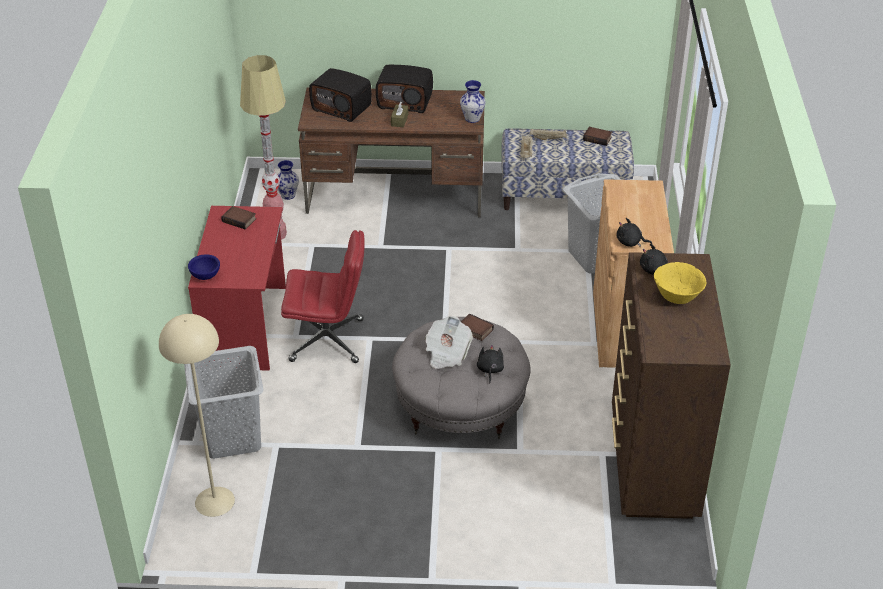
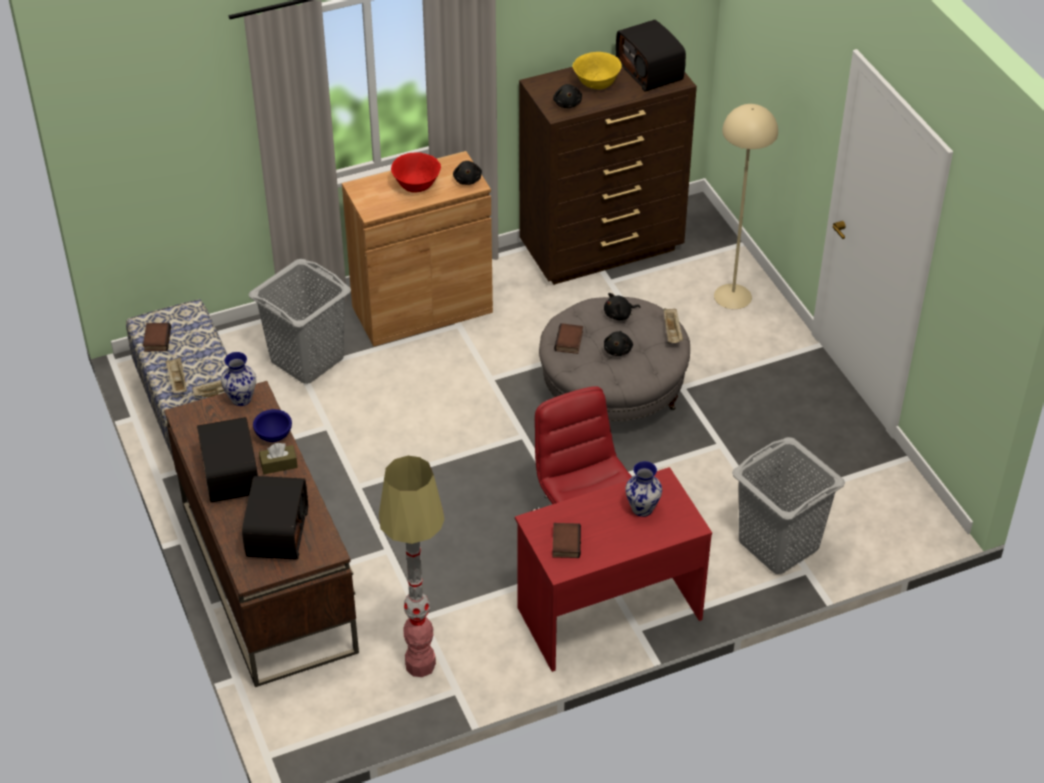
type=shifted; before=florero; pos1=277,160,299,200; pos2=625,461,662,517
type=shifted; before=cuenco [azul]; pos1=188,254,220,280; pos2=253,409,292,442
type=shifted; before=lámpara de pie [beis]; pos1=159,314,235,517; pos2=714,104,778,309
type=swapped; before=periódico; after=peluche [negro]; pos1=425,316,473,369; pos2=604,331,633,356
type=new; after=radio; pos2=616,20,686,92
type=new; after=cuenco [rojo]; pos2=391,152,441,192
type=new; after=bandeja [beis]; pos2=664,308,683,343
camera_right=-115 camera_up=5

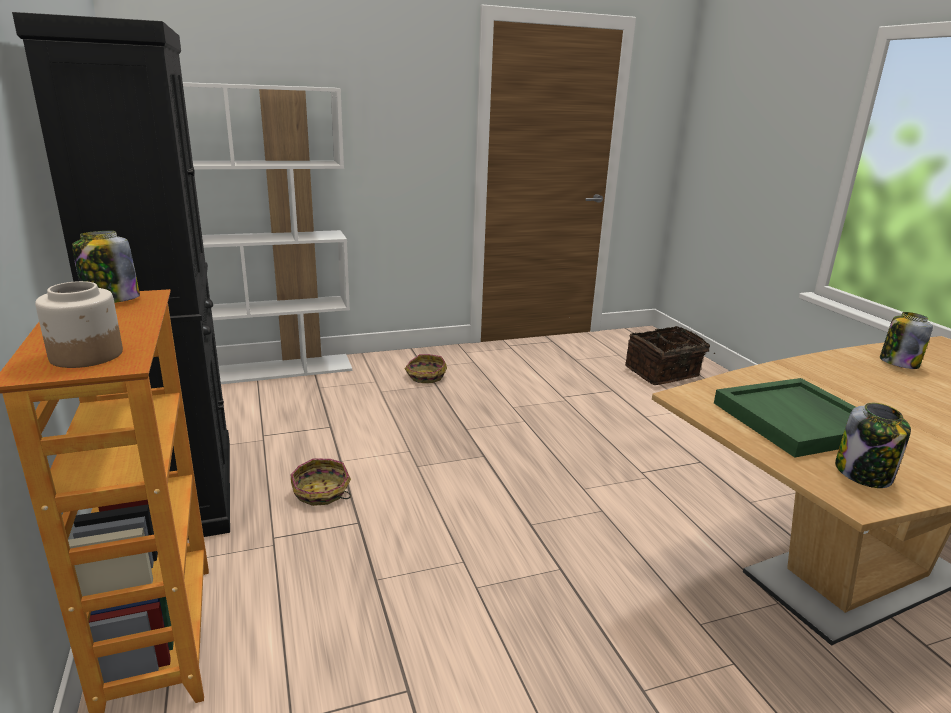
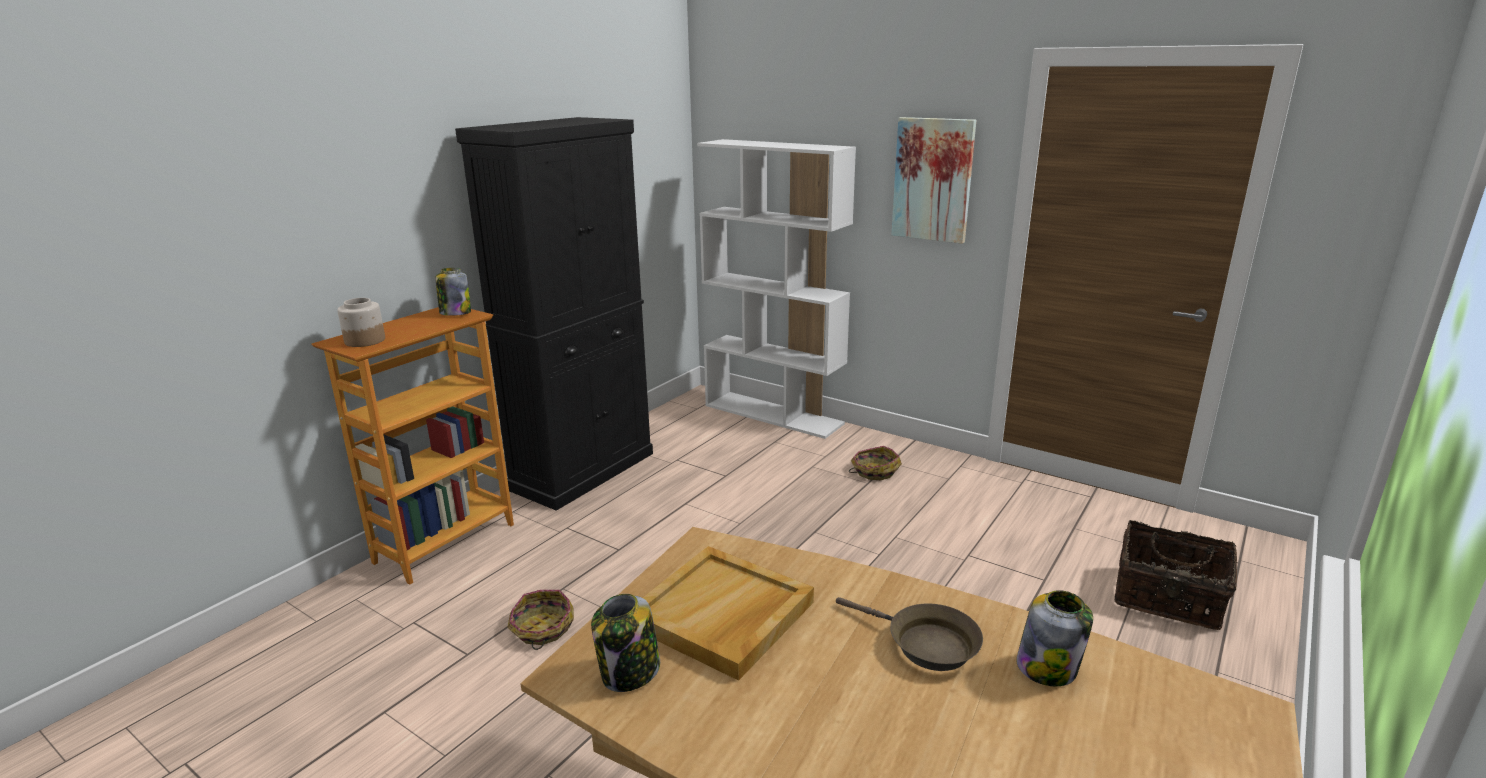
type=repainted; before=bandeja [verde]; after=bandeja [beis]; pos1=714,378,855,458; pos2=642,546,814,681
type=shifted; before=cesta; pos1=291,458,351,506; pos2=507,590,574,650
type=new; after=cuadro; pos2=891,117,976,244
type=new; after=sartén [marrón]; pos2=836,597,983,671
camera_right=55 camera_up=0

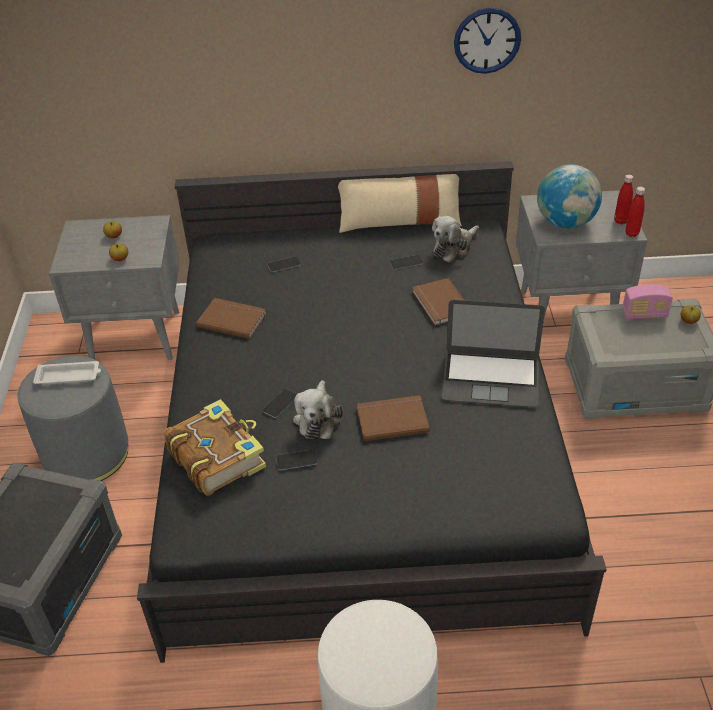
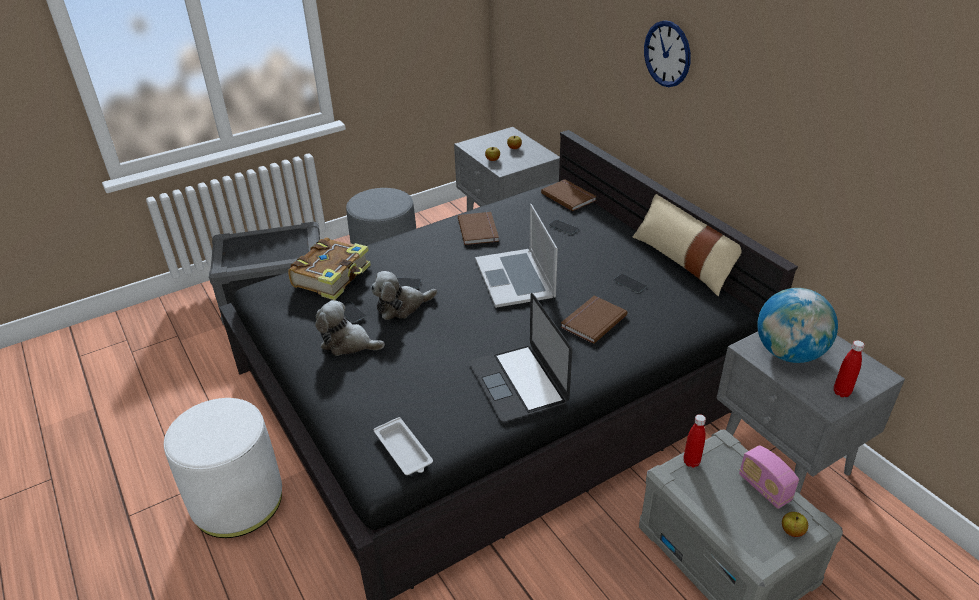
type=shifted; before=reloj de pared; pos1=454,8,521,74; pos2=644,20,691,87
type=shifted; before=botella [rojo]; pos1=625,187,645,237; pos2=683,414,706,468
type=shifted; before=peluche; pos1=432,216,479,262; pos2=315,300,385,356
type=shifted; before=bandeja [blanco]; pos1=33,361,101,384; pos2=374,417,433,475
type=shifted; before=libro [marrón]; pos1=357,395,430,441; pos2=541,179,596,211
type=new; after=portátil; pos2=475,204,558,308
camera_right=60 camera_up=-5

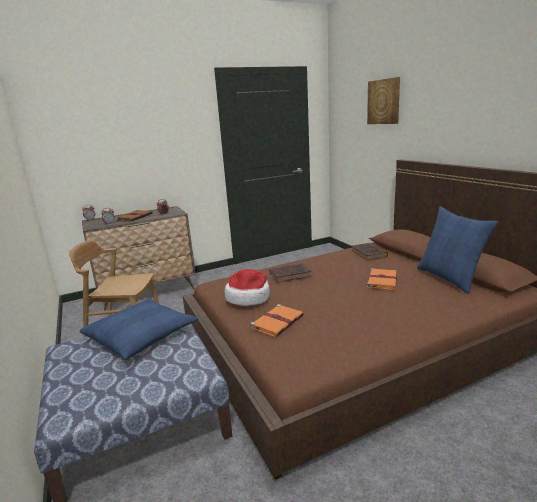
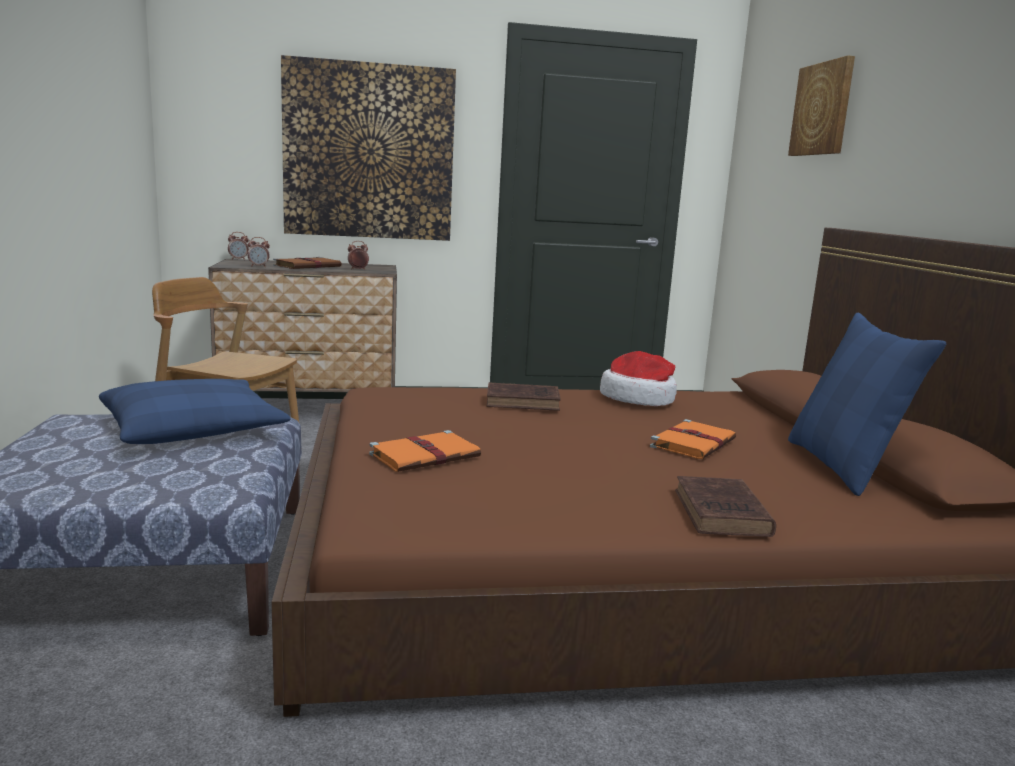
type=shifted; before=libro [marrón]; pos1=351,243,388,261; pos2=675,476,776,537
type=shifted; before=sombrero; pos1=225,269,270,306; pos2=600,351,677,406
type=new; after=cuadro; pos2=281,55,456,241
camera_right=15 camera_up=-5

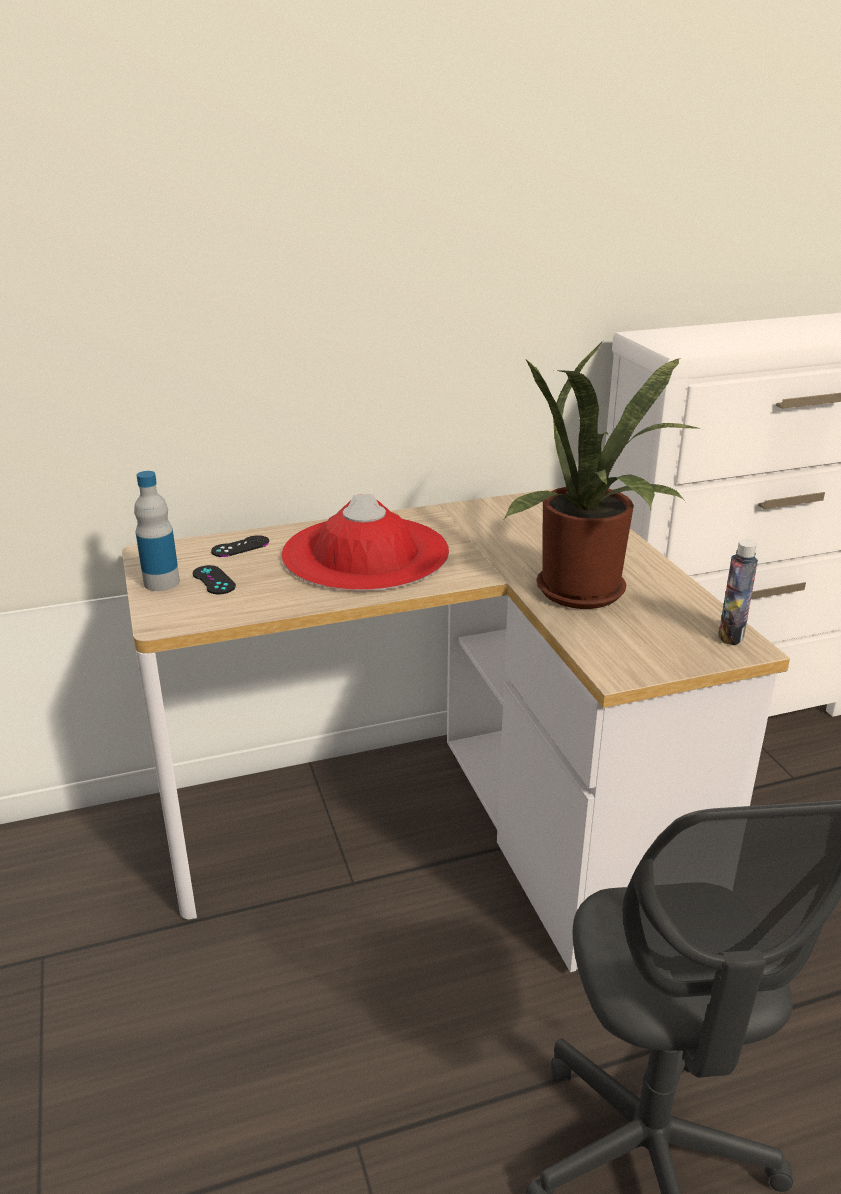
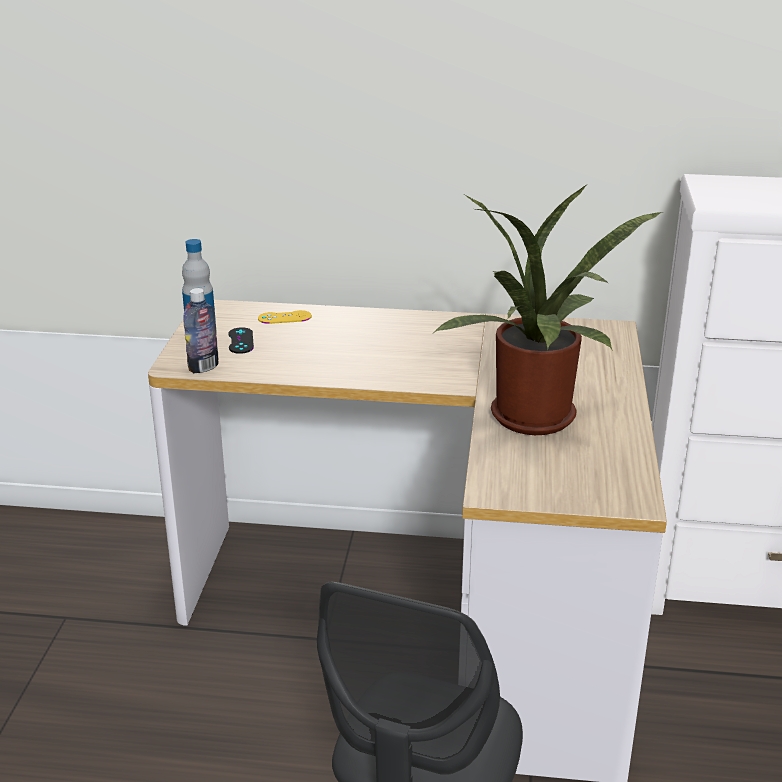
type=gone; before=sombrero [rojo]; pos1=281,494,449,591
type=repainted; before=mando de consola [negro]; after=mando de consola [amarillo]; pos1=211,535,269,557; pos2=258,310,312,324
type=shifted; before=botella; pos1=719,540,758,645; pos2=183,288,218,373
camera_right=25 camera_up=0

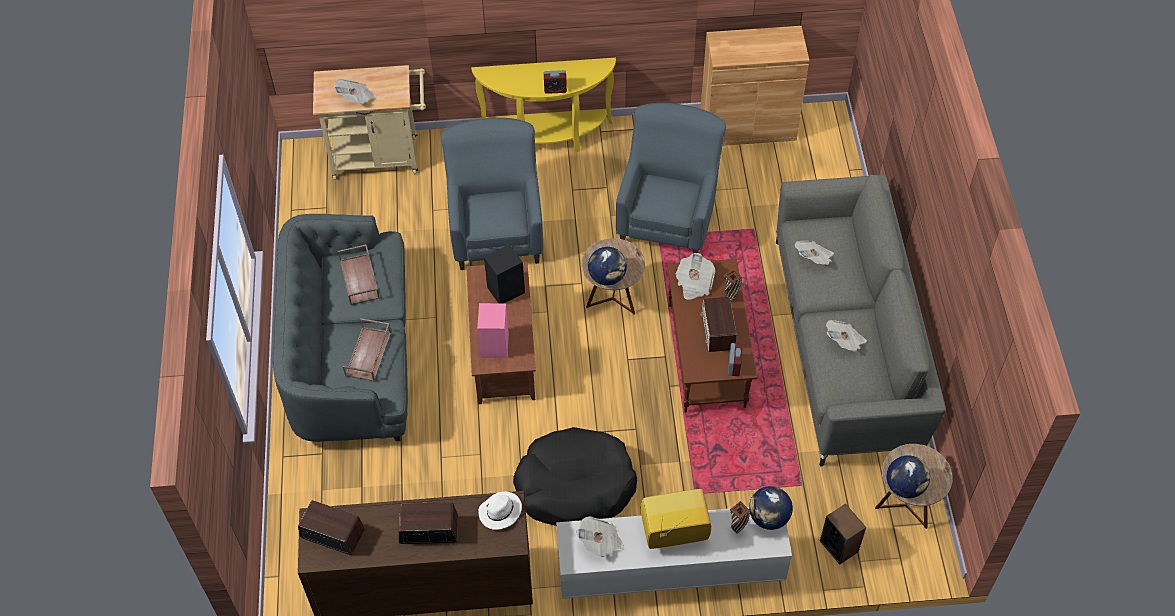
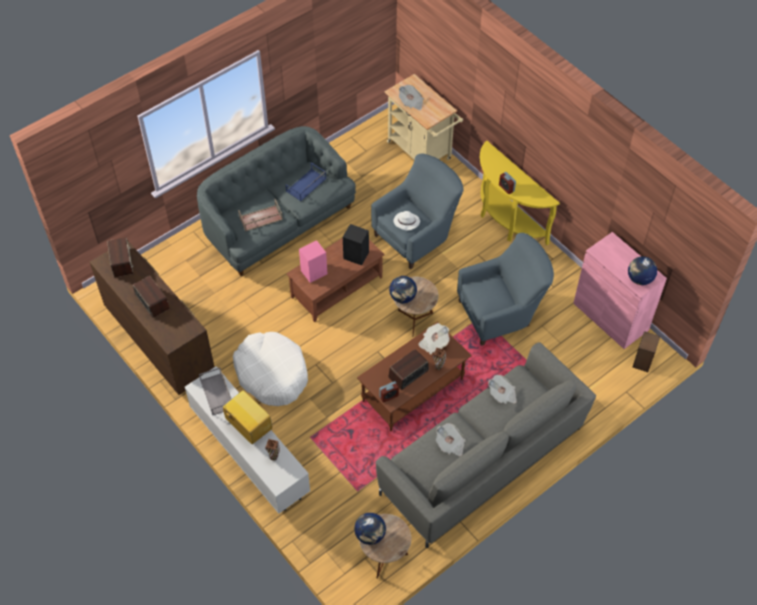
type=repainted; before=armario [marrón]; after=armario [rosa]; pos1=701,26,809,146; pos2=573,232,667,349
type=repainted; before=bandeja [marrón]; after=bandeja [azul]; pos1=338,244,380,305; pos2=286,162,326,201
type=repainted; before=cama para perro [negro]; after=cama para perro [blanco]; pos1=513,427,637,526; pos2=233,332,308,406
type=shifted; before=globo terráqueo; pos1=749,486,793,530; pos2=628,256,657,285
type=shifted; before=sombrero [blanco]; pos1=479,492,522,530; pos2=393,211,420,230
type=shifted; before=altavoz; pos1=820,503,866,564; pos2=633,331,660,372
type=swapped; before=periódico; after=bandeja [gris]; pos1=576,516,624,557; pos2=199,367,231,415
camera_right=55 camera_up=0

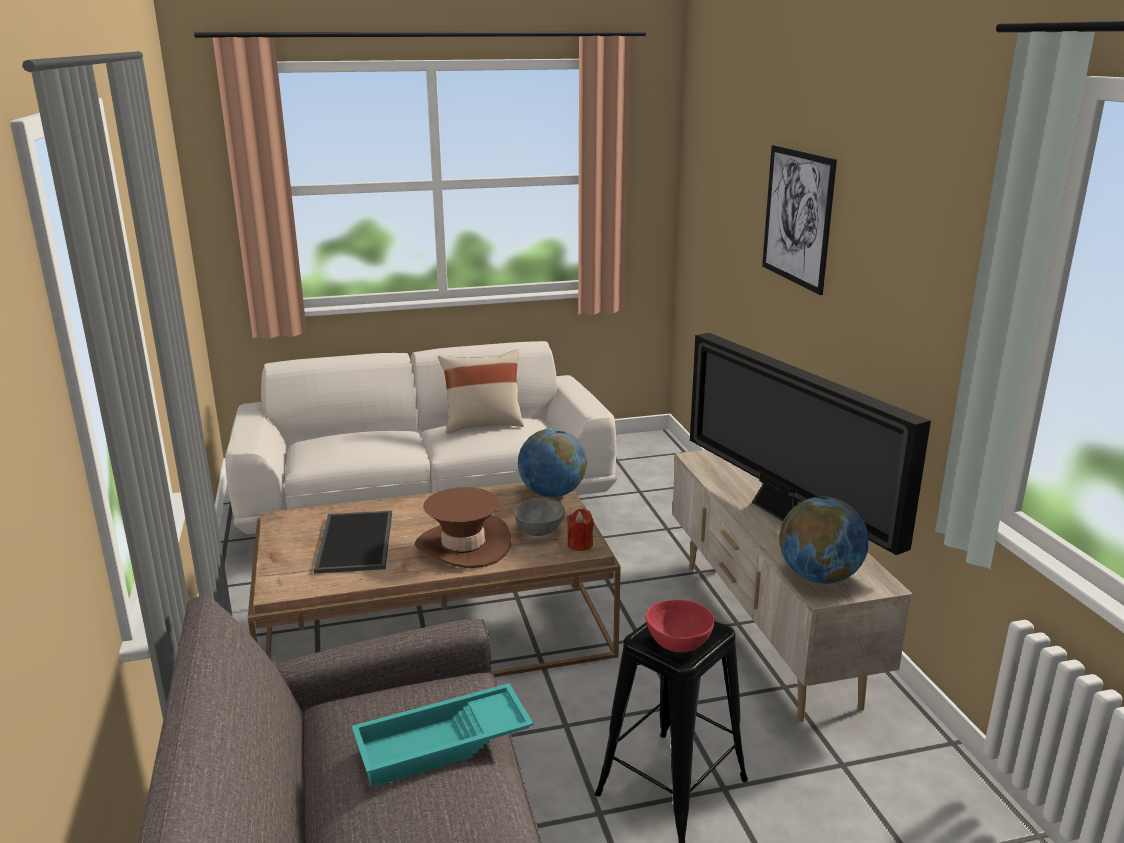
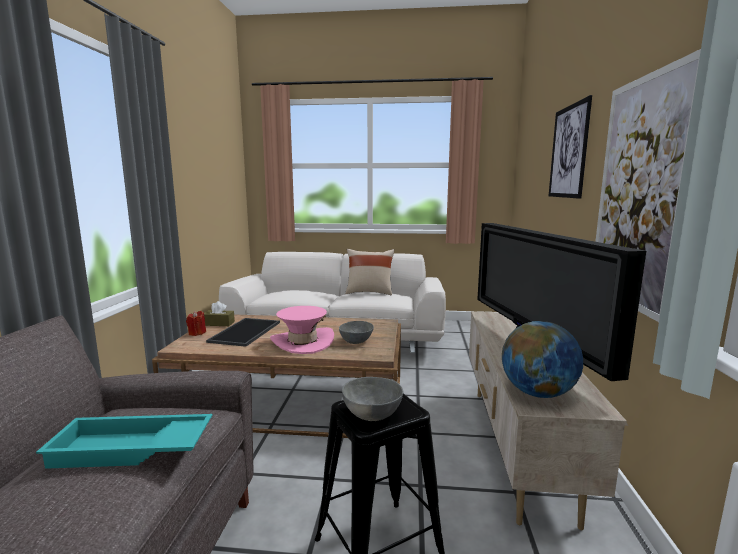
type=gone; before=globo terráqueo; pos1=518,428,587,497
type=repainted; before=sombrero [marrón]; after=sombrero [rosa]; pos1=415,487,511,568; pos2=270,306,334,354
type=shifted; before=vela [rojo]; pos1=567,509,594,551; pos2=186,311,206,336
type=repainted; before=cuenco [rojo]; after=cuenco [gris]; pos1=645,600,715,652; pos2=342,377,403,421
type=new; after=cuadro; pos2=595,49,701,322
type=new; after=caja de pañuelos [marrón]; pos2=204,301,235,326
camera_right=20 camera_up=-10

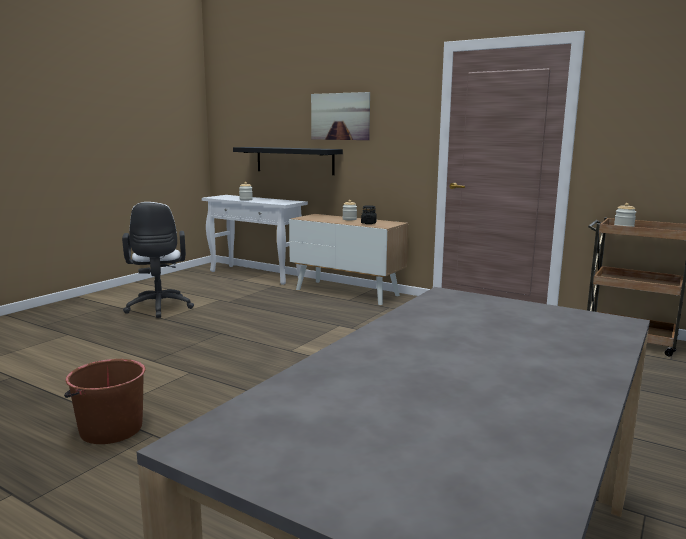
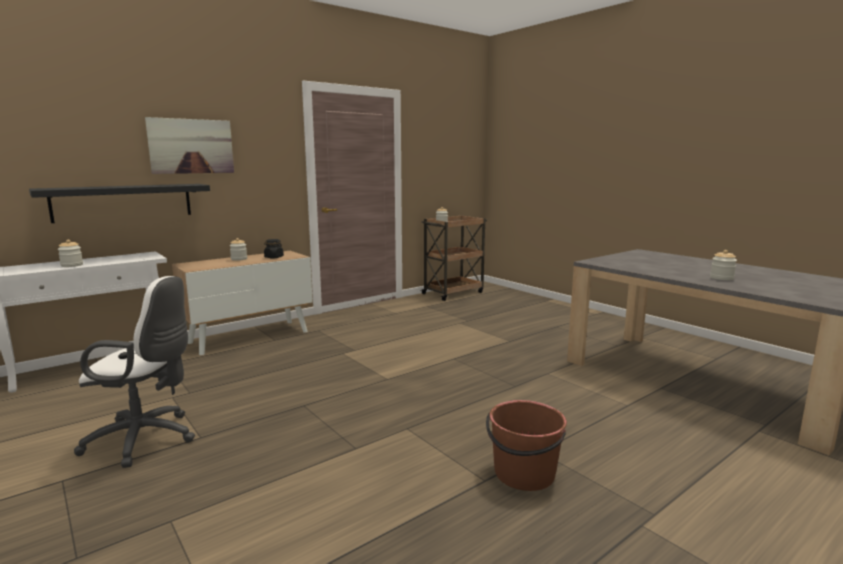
type=new; after=tarro; pos2=710,250,737,280
camera_right=-70 camera_up=0

